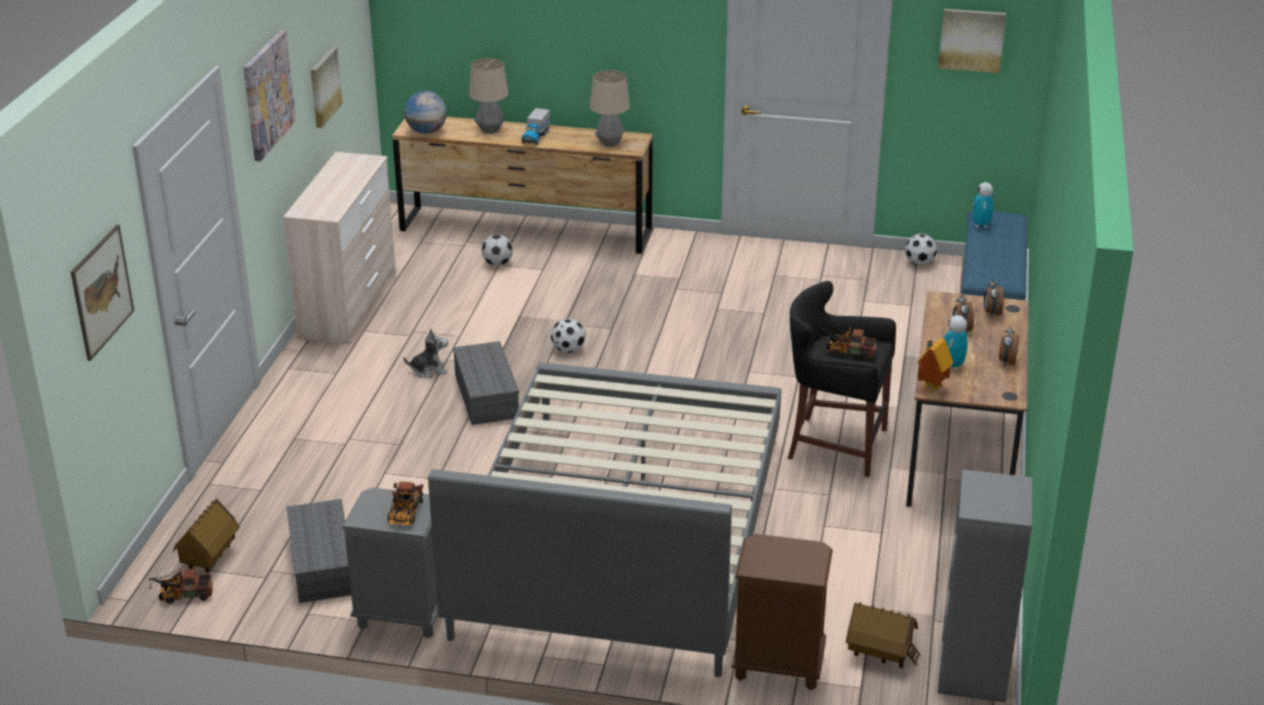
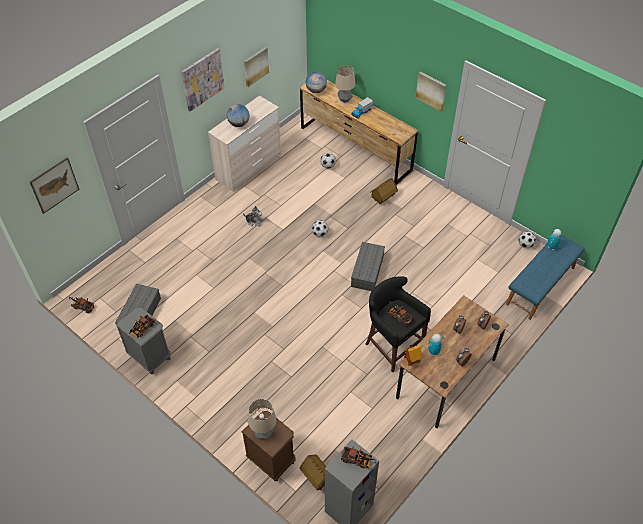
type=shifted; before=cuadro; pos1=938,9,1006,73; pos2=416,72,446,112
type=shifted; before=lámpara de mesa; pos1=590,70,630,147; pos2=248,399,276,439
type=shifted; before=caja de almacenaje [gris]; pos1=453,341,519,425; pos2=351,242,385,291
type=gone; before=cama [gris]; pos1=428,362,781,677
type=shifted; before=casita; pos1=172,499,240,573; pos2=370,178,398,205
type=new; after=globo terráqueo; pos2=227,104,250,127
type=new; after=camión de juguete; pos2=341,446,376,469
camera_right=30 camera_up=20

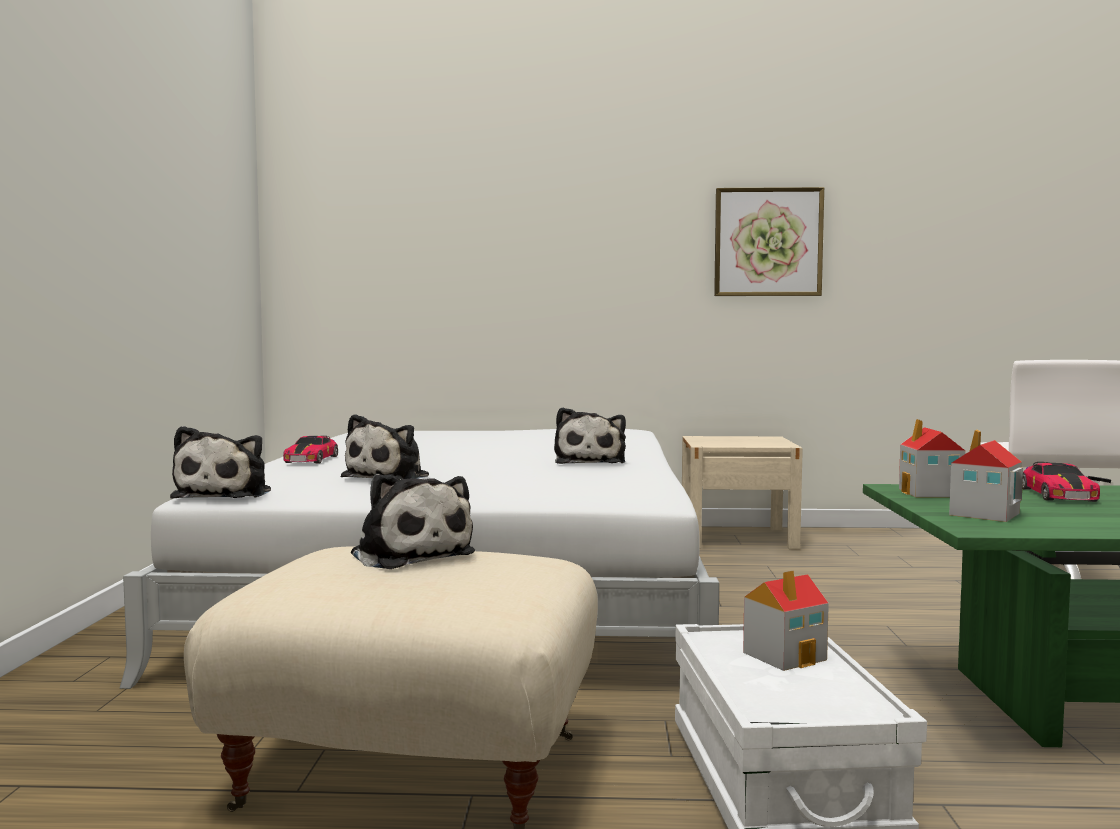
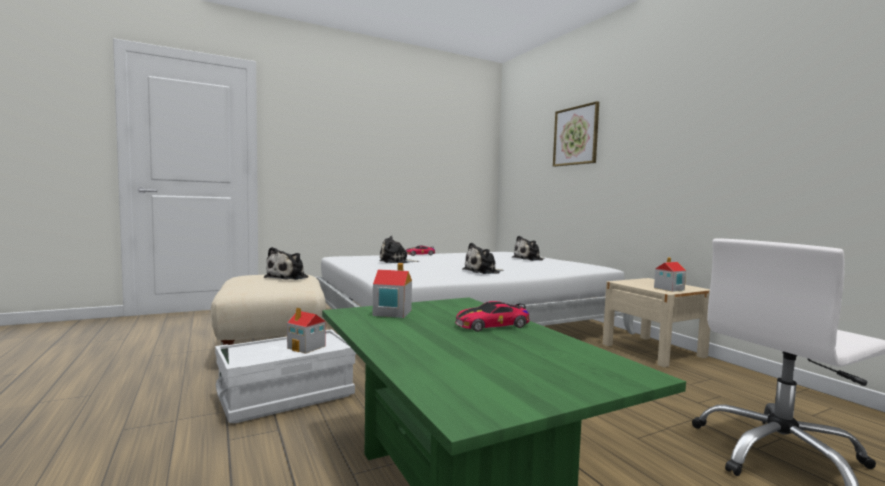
type=shifted; before=cuadro; pos1=714,187,824,296; pos2=553,101,599,167
type=shifted; before=casita; pos1=899,419,965,498; pos2=654,257,686,292
type=shifted; before=peluche; pos1=170,426,271,499; pos2=512,236,545,261
camera_right=60 camera_up=0

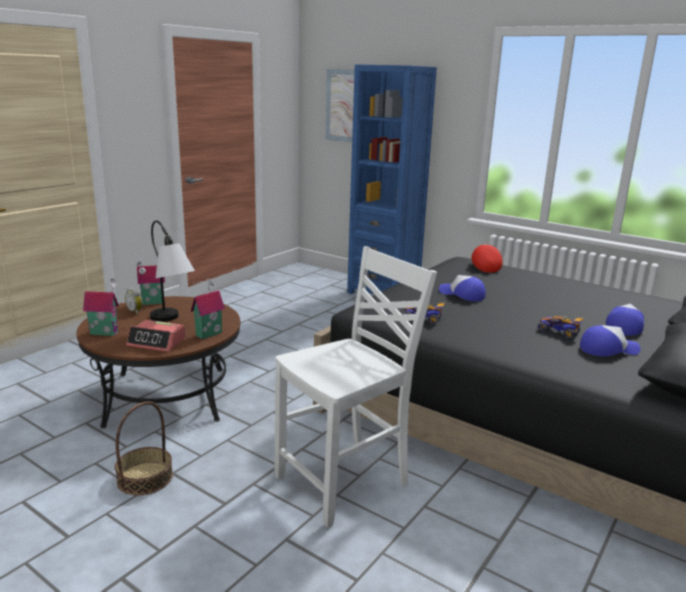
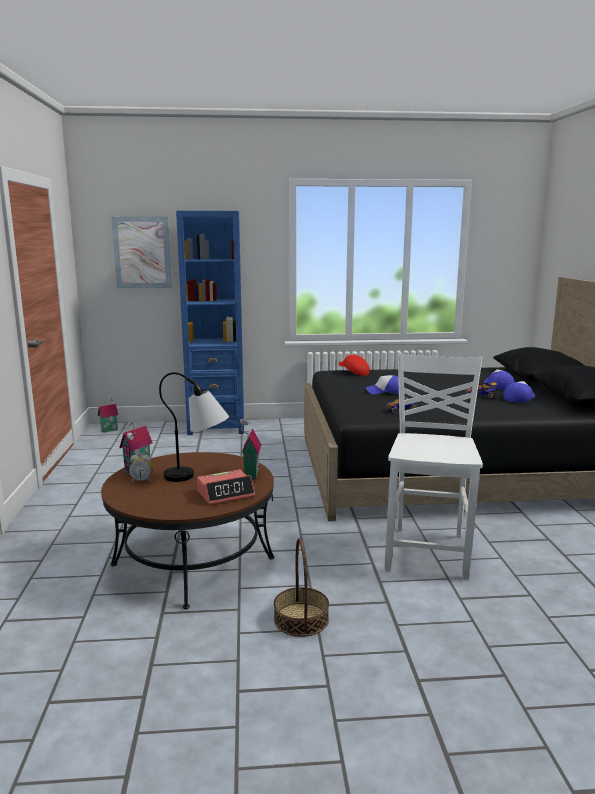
type=shifted; before=casita; pos1=83,278,119,336; pos2=98,396,118,433
camera_right=-40 camera_up=-5

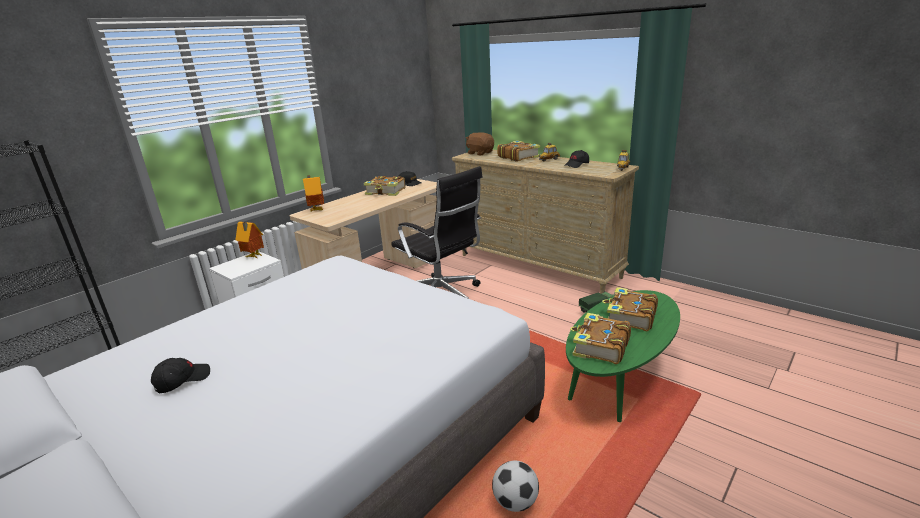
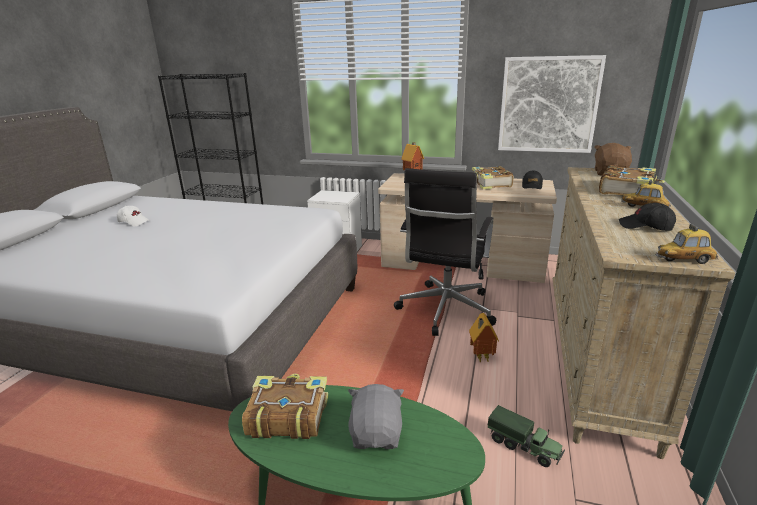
type=shifted; before=casita; pos1=236,221,264,258; pos2=469,313,499,363
type=swapped; before=libro; after=peluche [gris]; pos1=602,287,658,331; pos2=348,384,404,449
type=repainted; before=gorra [negro]; after=gorra [blanco]; pos1=151,358,210,393; pos2=117,206,150,226
type=gone; before=balón de fútbol; pos1=492,461,539,512
type=new; after=cuadro; pos2=498,55,606,153
camera_right=65 camera_up=0

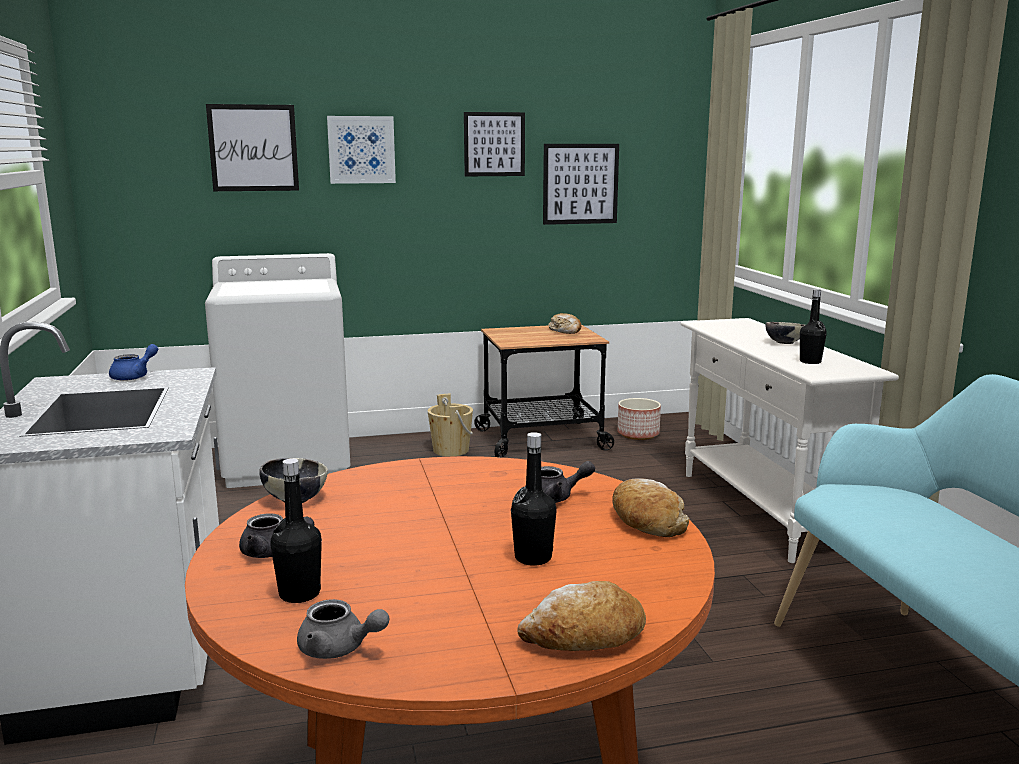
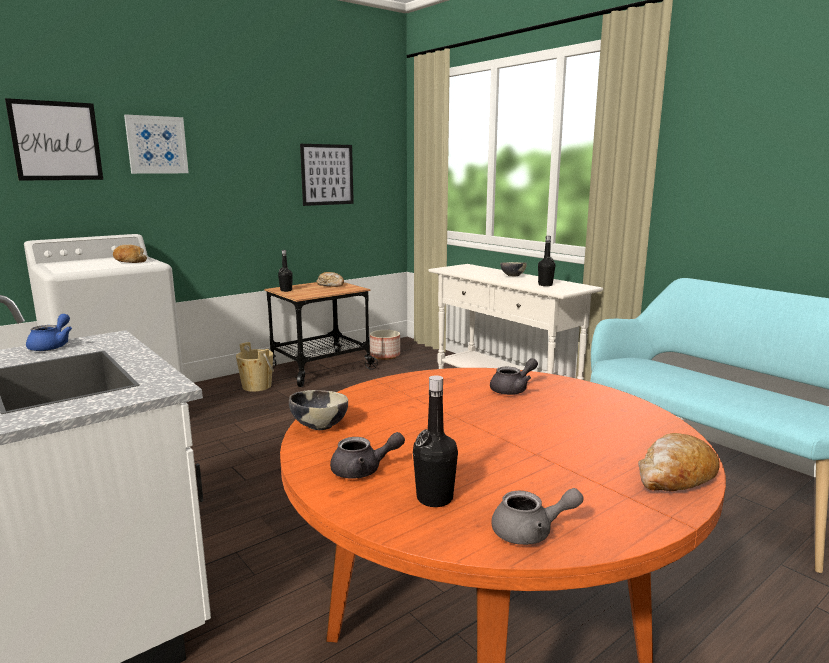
type=gone; before=cuadro; pos1=464,112,525,176
type=shifted; before=botella [negro]; pos1=511,432,557,566; pos2=278,250,293,292
type=shifted; before=pan; pos1=612,478,689,537; pos2=113,244,147,263
camera_right=-25 camera_up=0

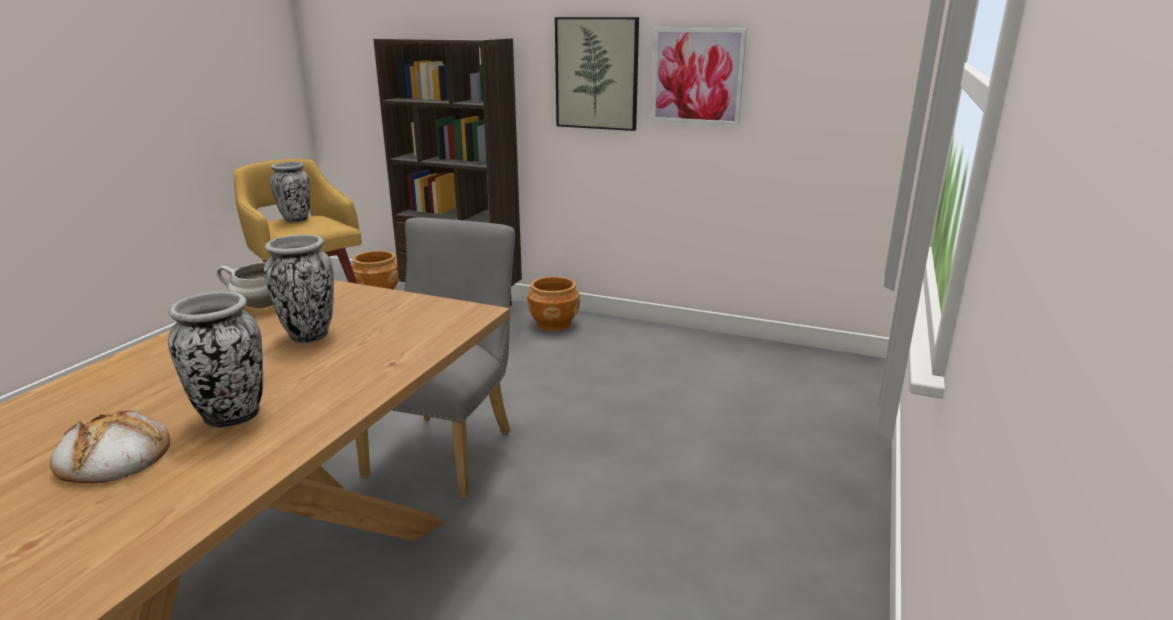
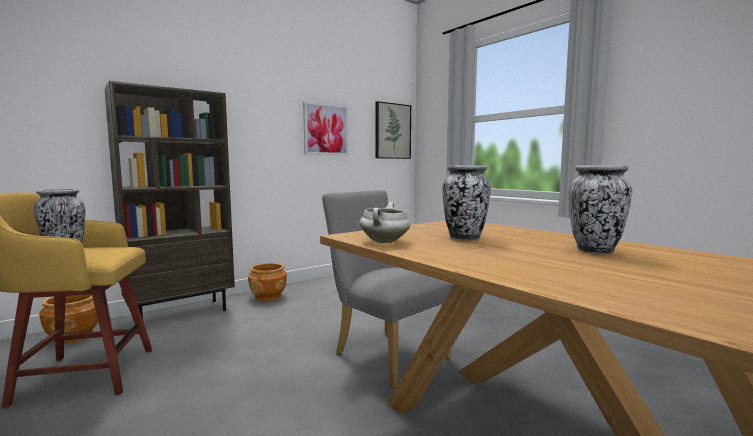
type=shifted; before=cuadro; pos1=555,17,639,131; pos2=376,101,411,159
type=gone; before=pan; pos1=50,410,170,484
camera_right=-60 camera_up=-15

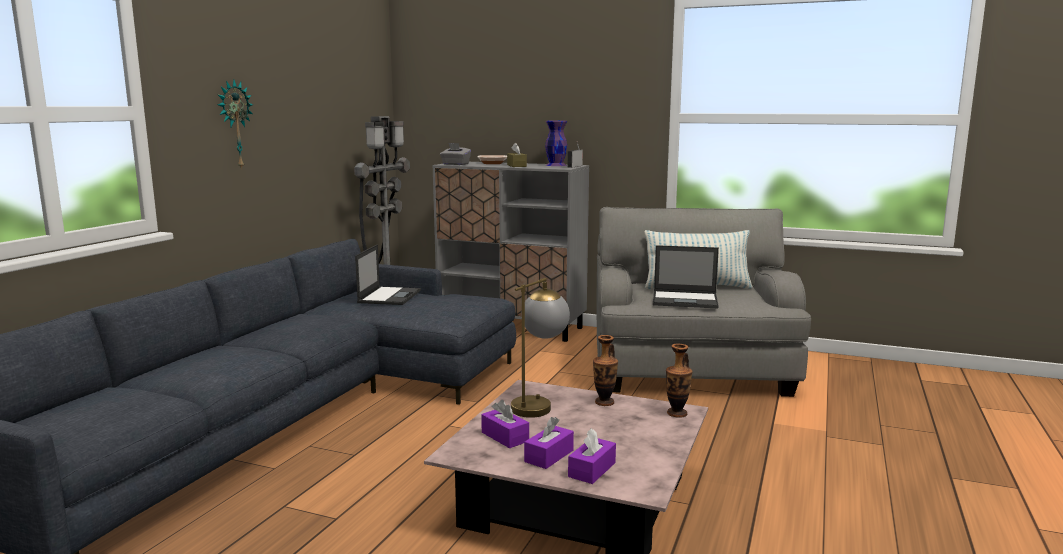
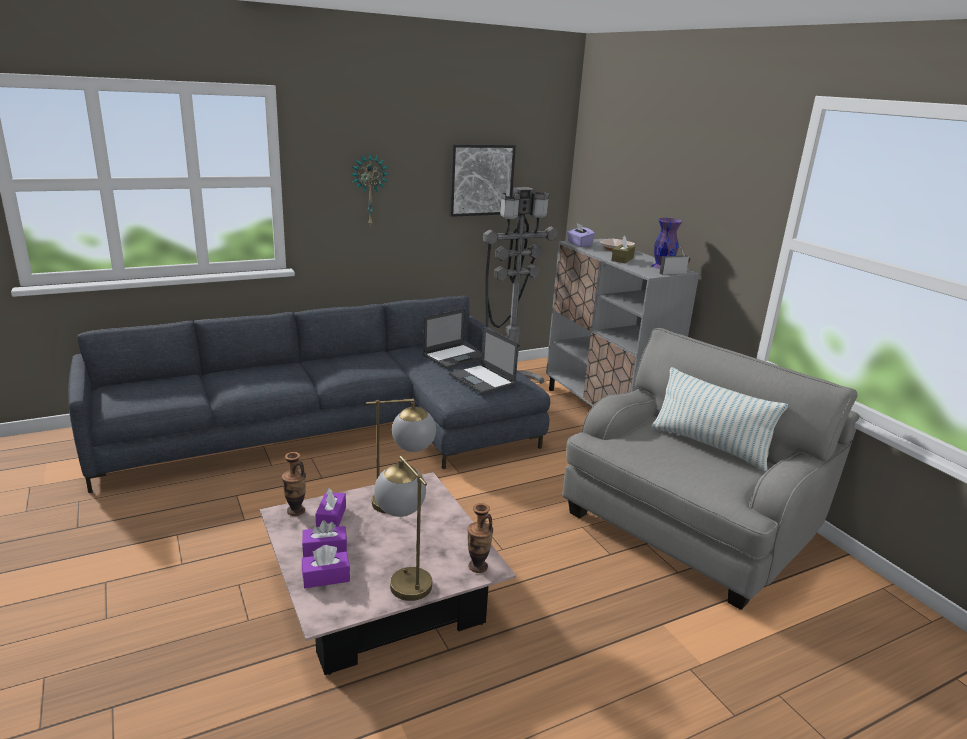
type=repainted; before=caja de pañuelos [gris]; after=caja de pañuelos [morado]; pos1=440,143,471,165; pos2=567,223,595,247
type=shifted; before=portátil; pos1=653,245,719,308; pos2=449,327,519,394
type=shifted; before=florero; pos1=593,335,618,406; pos2=282,452,306,516
type=new; after=cuadro; pos2=449,144,516,217
type=new; after=lámpara de mesa; pos2=374,456,432,601
camera_right=40 camera_up=10

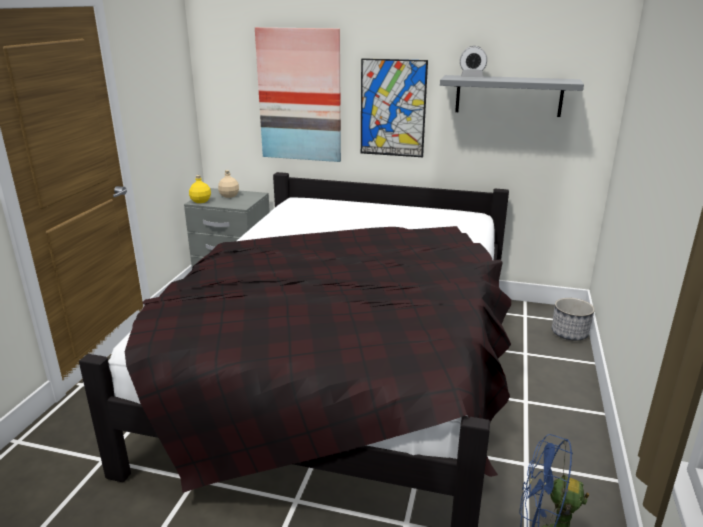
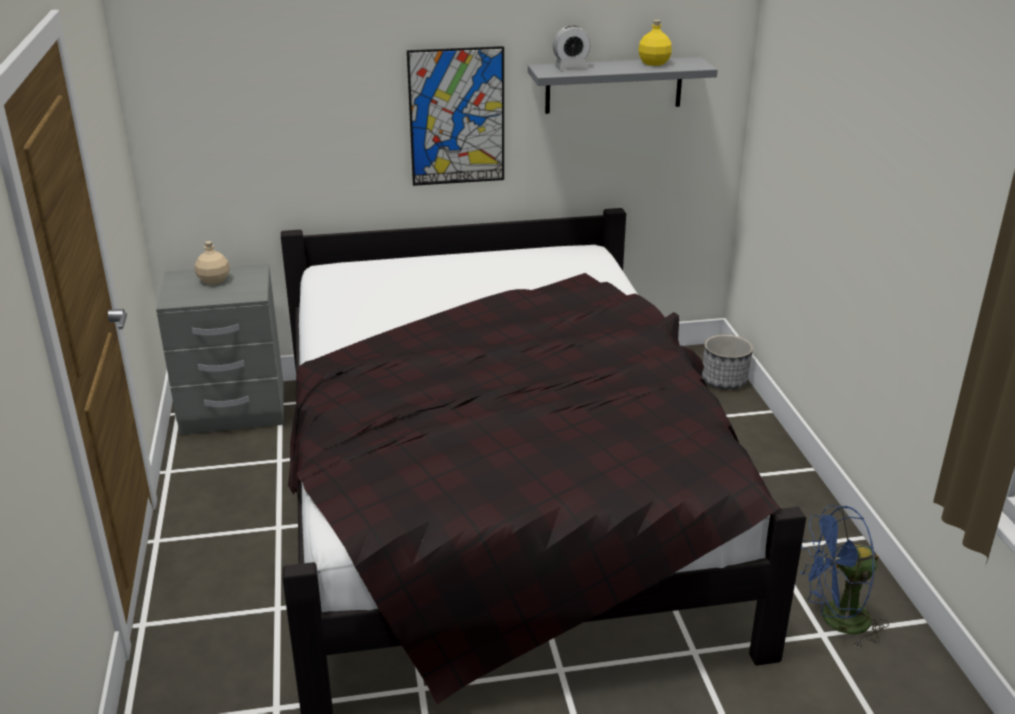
type=gone; before=cuadro; pos1=255,27,341,162
type=shifted; before=botella [amarillo]; pos1=189,175,211,203; pos2=639,20,672,66
camera_right=-25 camera_up=5

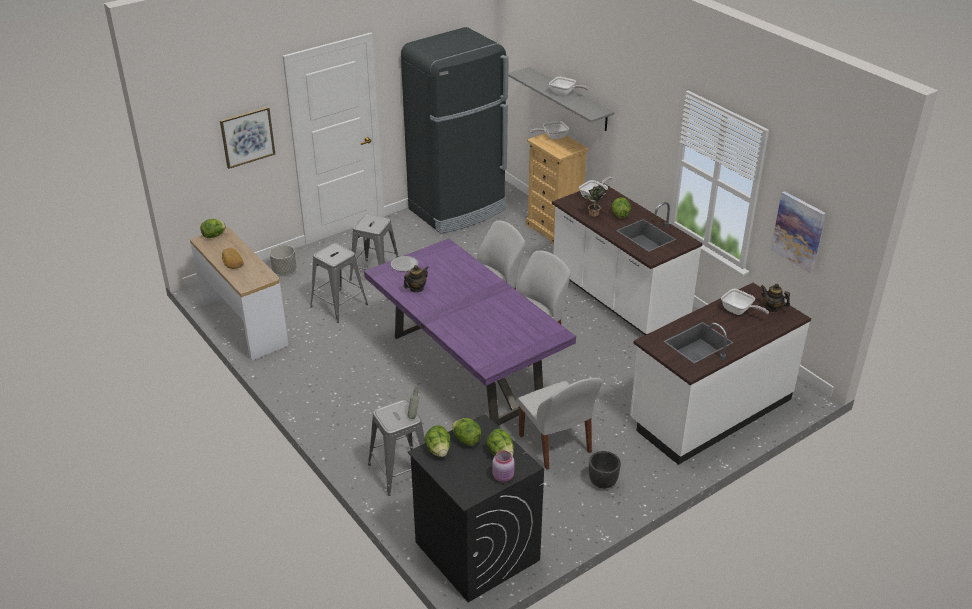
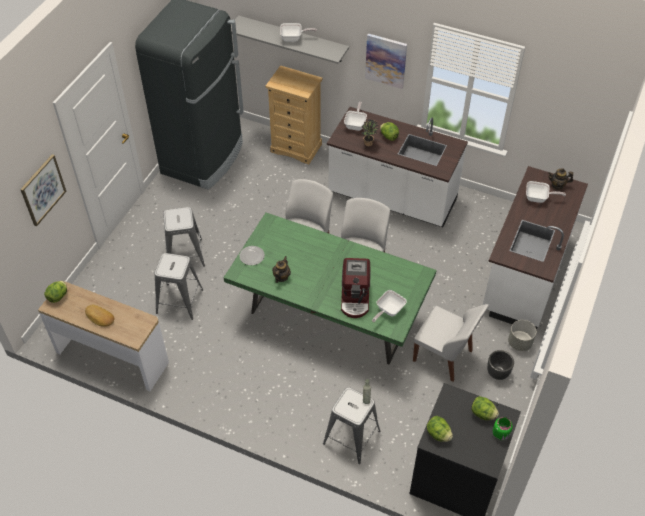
type=shifted; before=sartén; pos1=530,121,569,140; pos2=372,290,407,322
type=shifted; before=cuadro; pos1=771,191,826,273; pos2=365,33,407,89
type=repainted; before=mesa de comedor [morado]; after=mesa de comedor [verde]; pos1=364,238,576,426; pos2=223,213,437,364
type=shifted; before=maceta [gris]; pos1=270,245,297,275; pos2=508,320,536,351
type=gone; before=lechuga; pos1=452,418,481,446
type=repainted; before=tarro [rosa]; after=tarro [verde]; pos1=492,450,514,482; pos2=493,417,513,440
type=new; after=cafetera; pos2=341,258,371,318
camera_right=-30 camera_up=15

